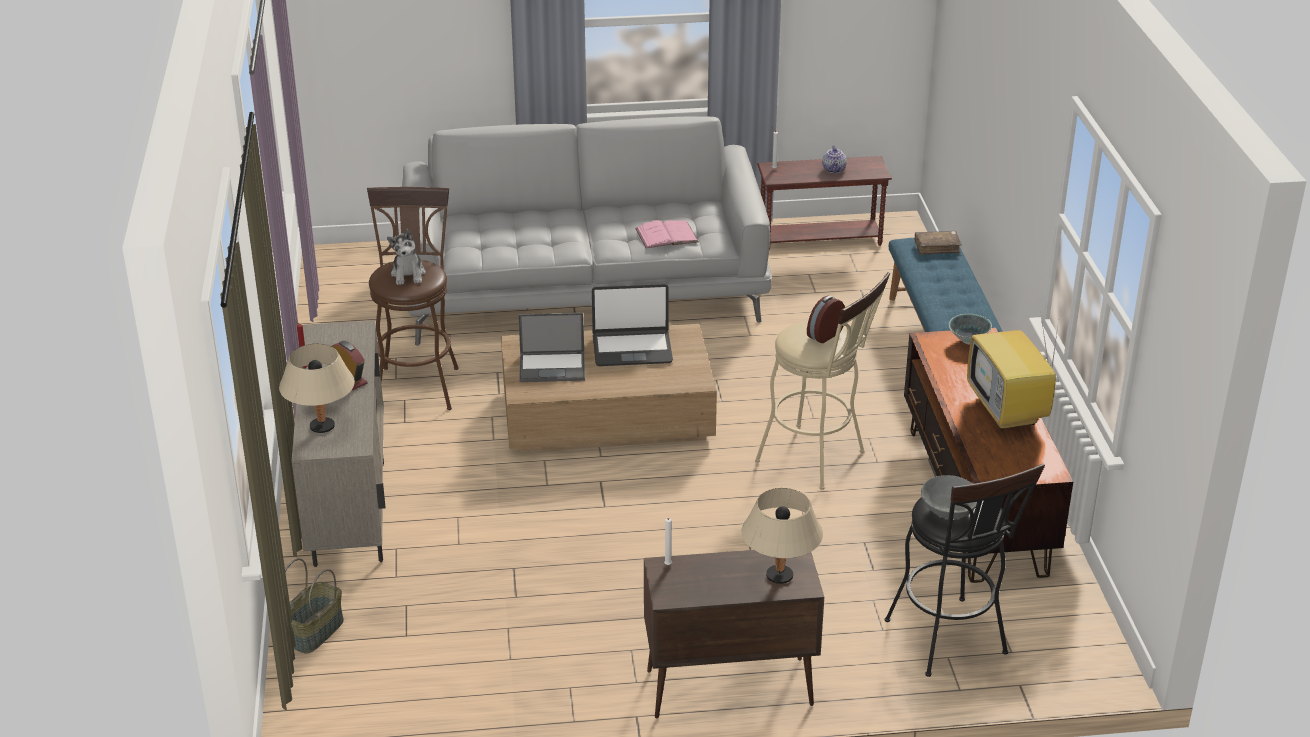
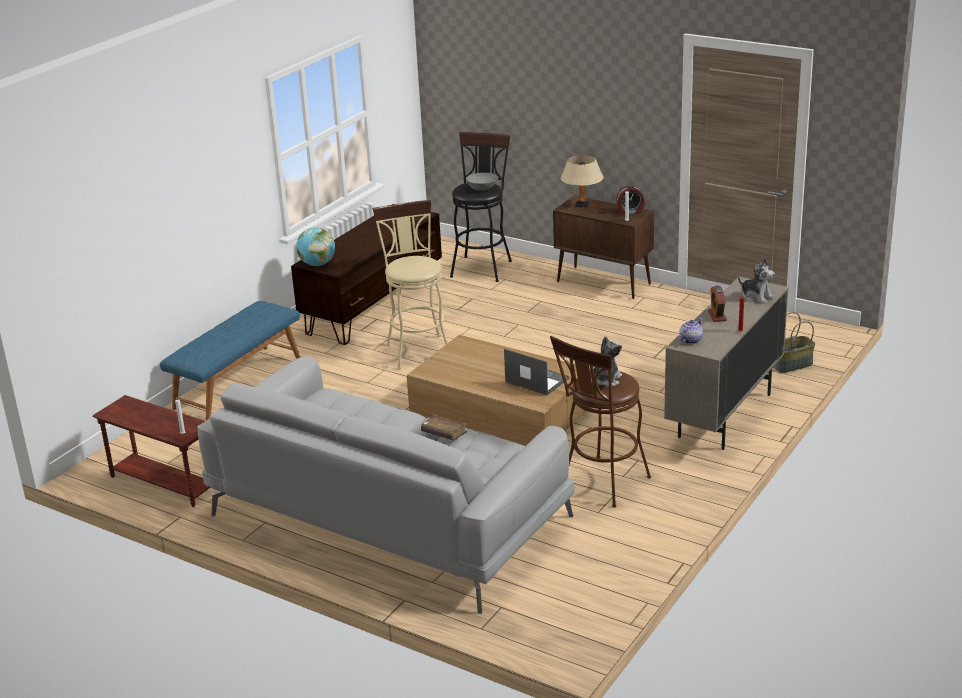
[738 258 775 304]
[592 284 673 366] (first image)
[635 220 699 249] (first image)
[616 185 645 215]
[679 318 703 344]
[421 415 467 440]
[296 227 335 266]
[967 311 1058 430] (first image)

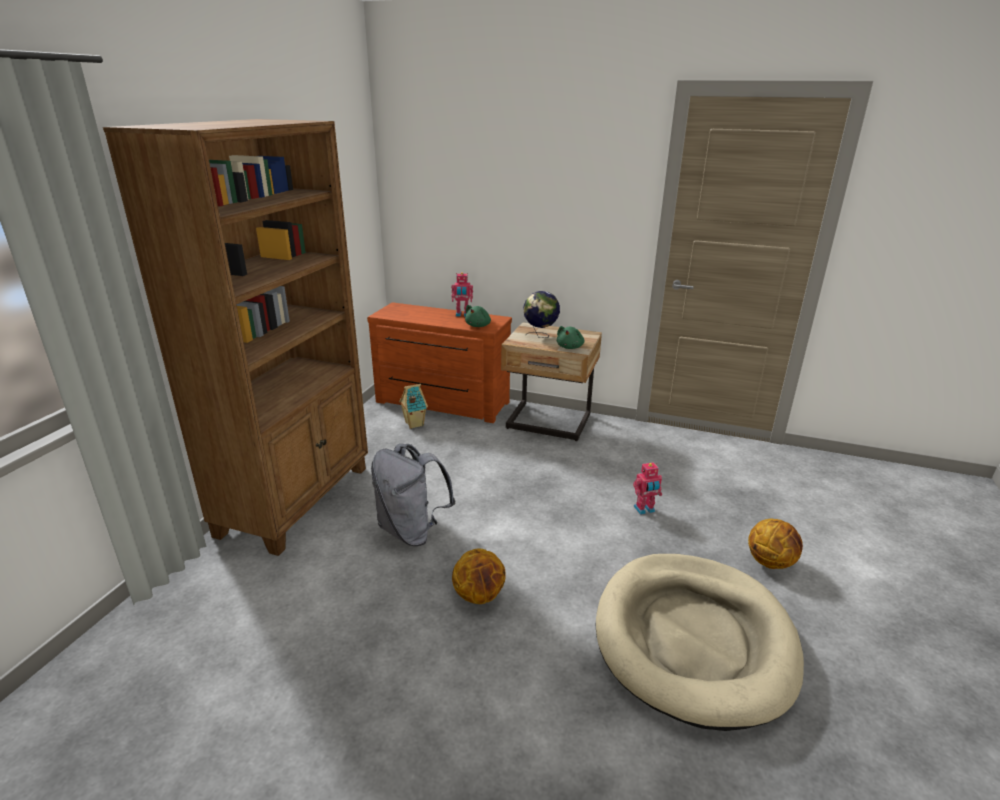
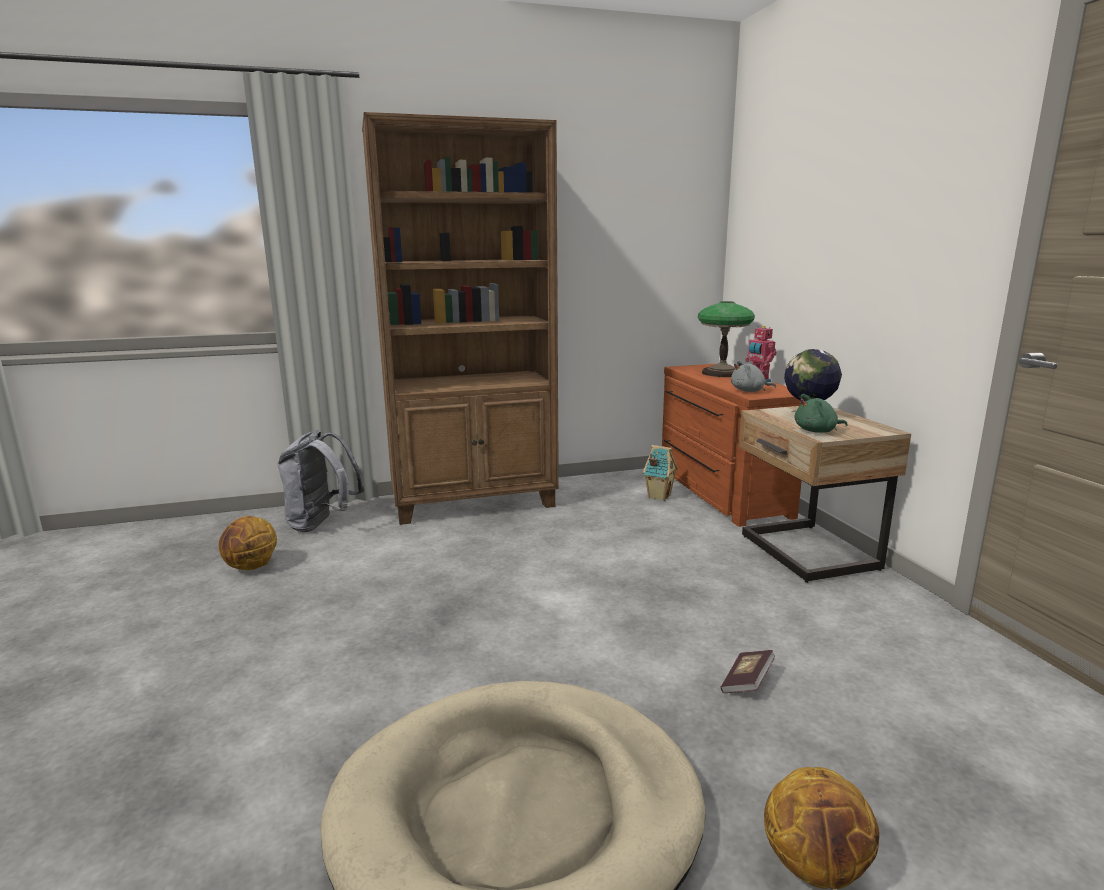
[277 430 364 532]
[219 516 277 570]
[731 360 776 392]
[721 650 775 693]
[698 301 755 377]

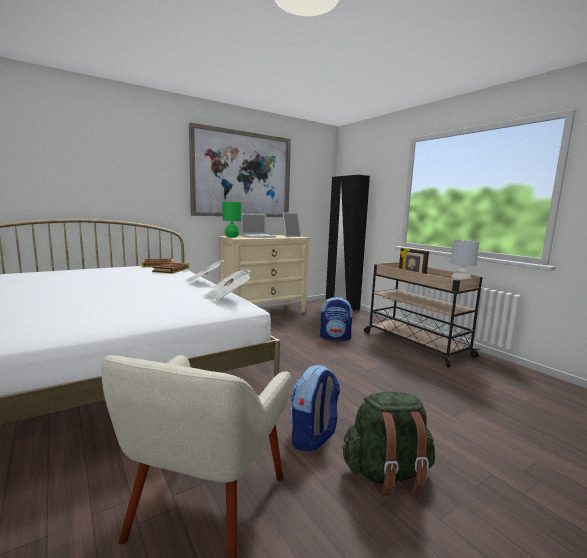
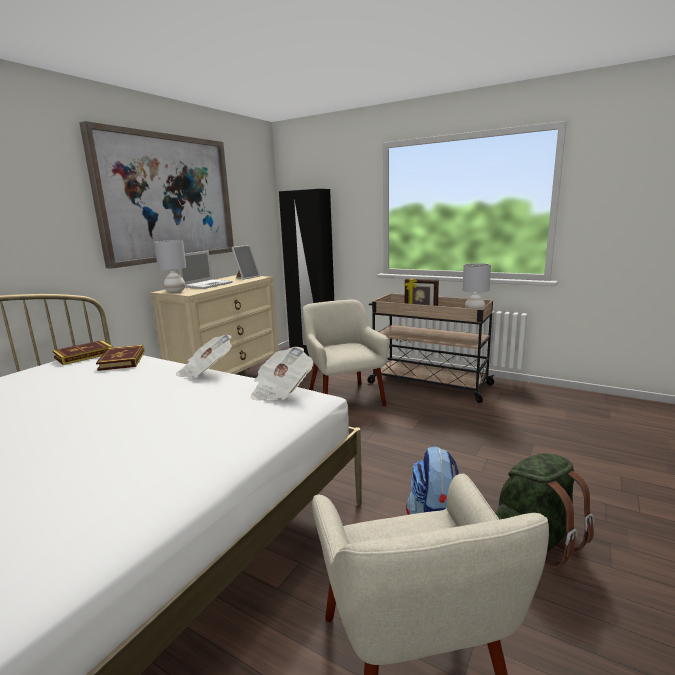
[154 240 186 293]
[303 299 389 406]

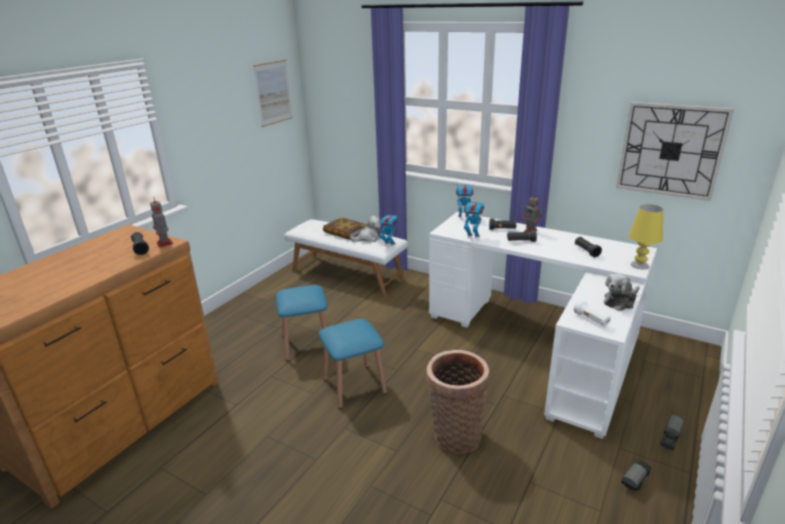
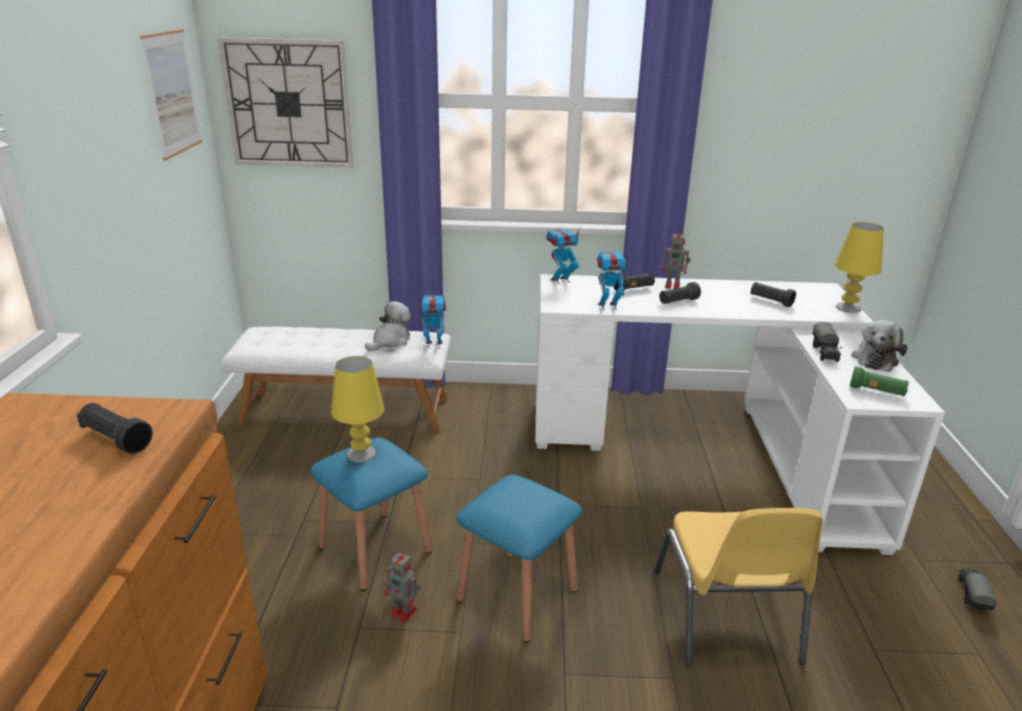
[384 550 421 623]
[323 217 367 240] (first image)
[654 508 823 666]
[850 366 909 396]
[218 37 353 168]
[812 322 842 362]
[331 356 384 463]

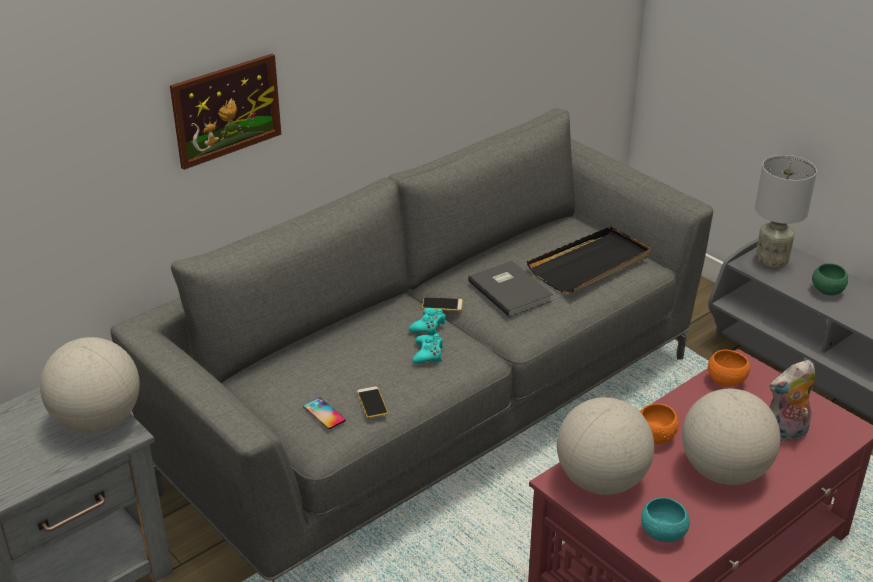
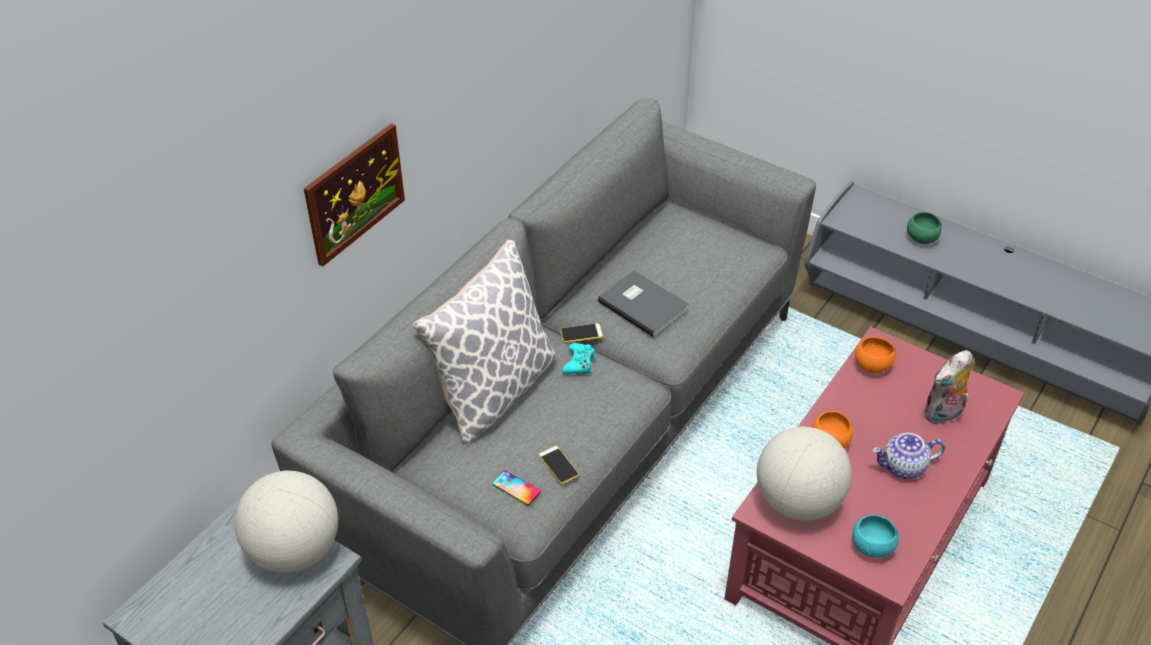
[412 334 444 364] (first image)
[527 226 651 293] (first image)
[873 433 945 479]
[755 155 817 270] (first image)
[412 240 556 444]

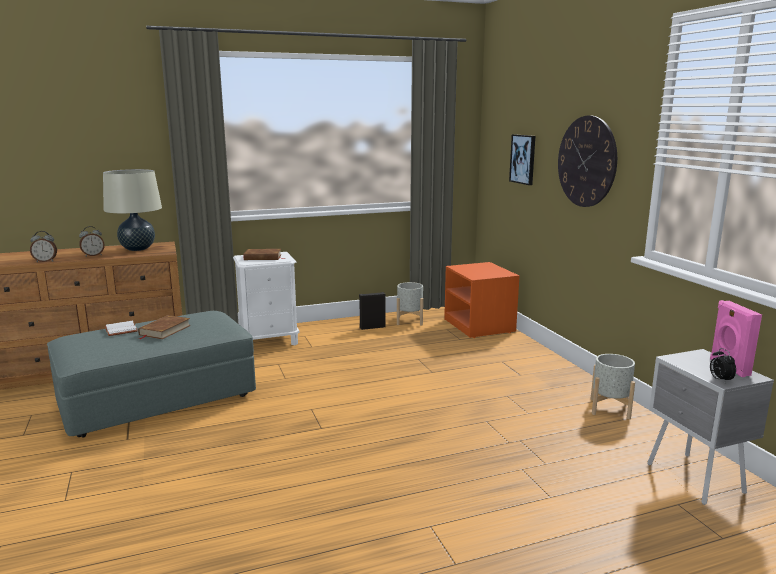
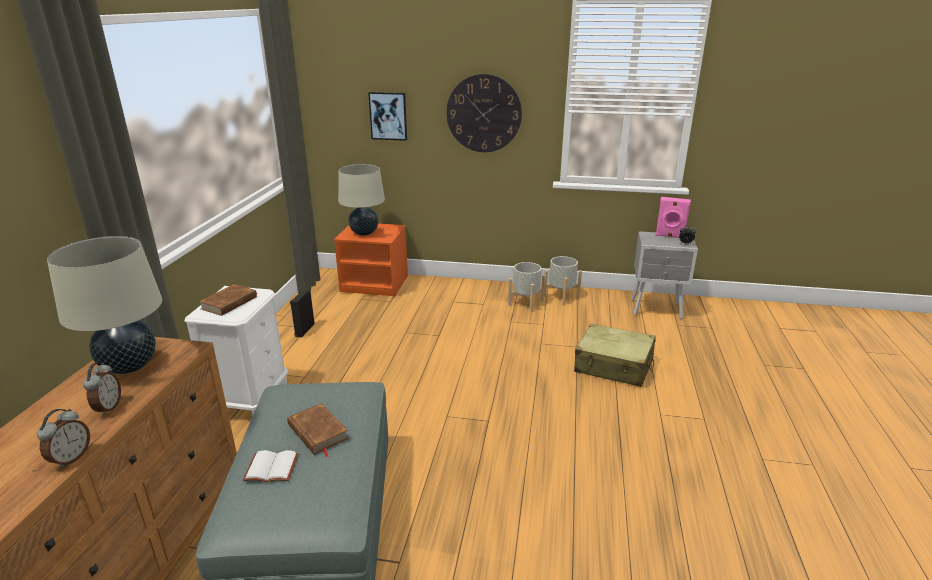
[508 262 545 312]
[338 164 385 236]
[574 324 656 387]

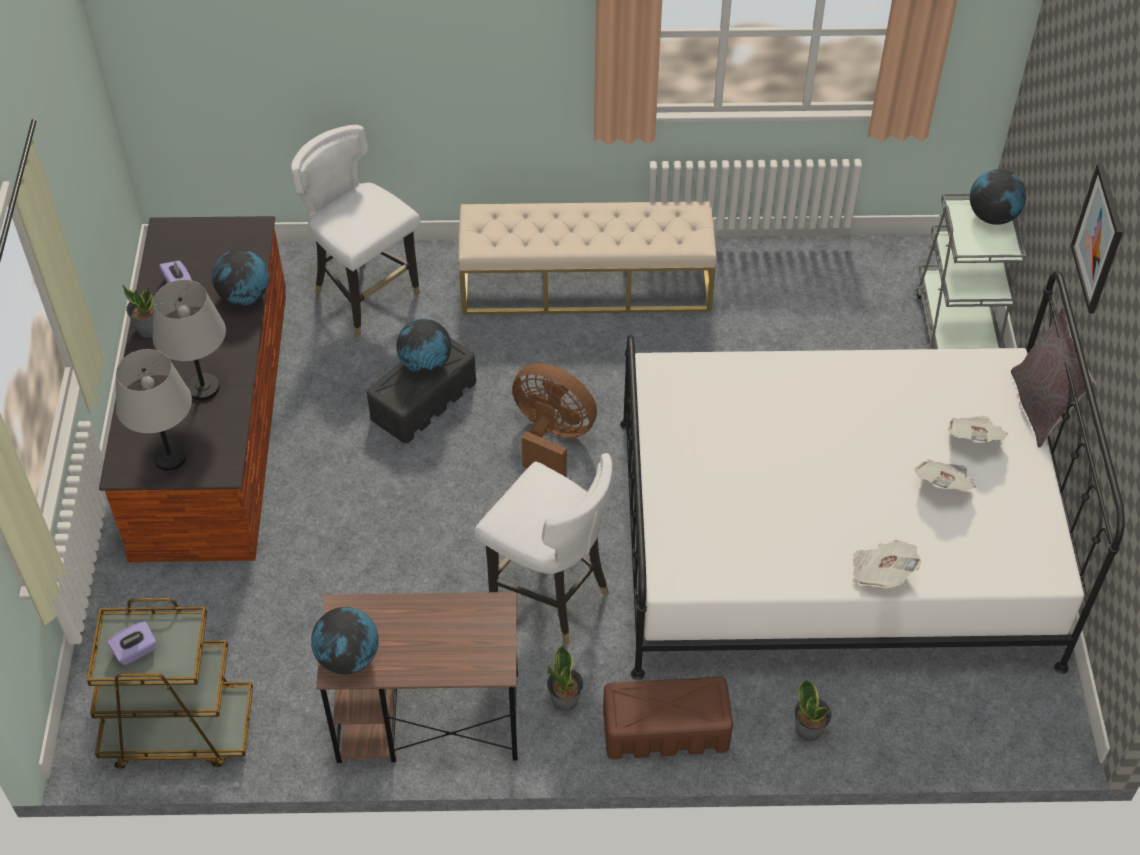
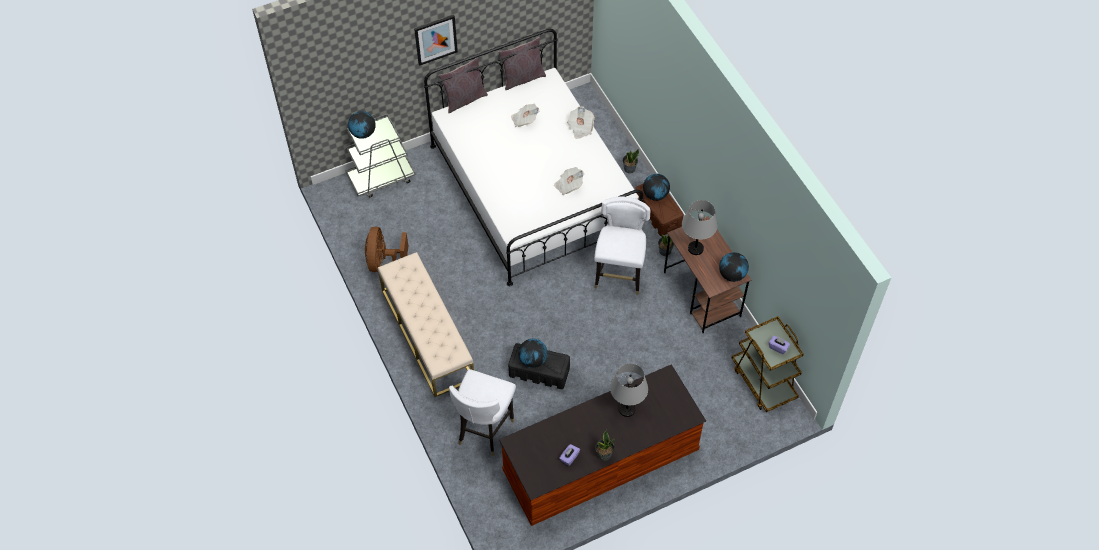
[682 200 717 255]
[643 174 670 201]
[365 227 409 272]
[554 167 584 195]
[498 37 546 90]

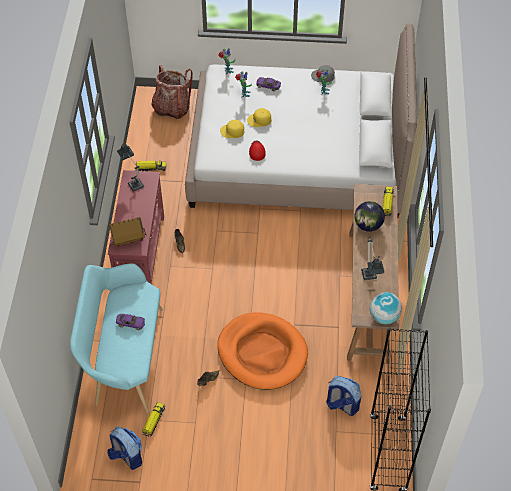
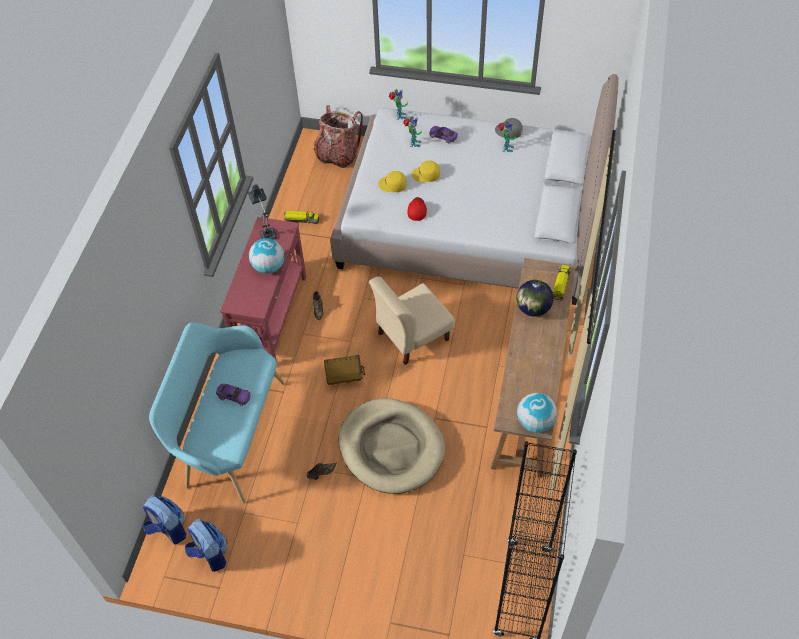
[324 355 366 385]
[142 402 165 437] (first image)
[338 398 445 494]
[143 495 186 545]
[361 237 384 280] (first image)
[249 238 284 274]
[369 277 455 365]

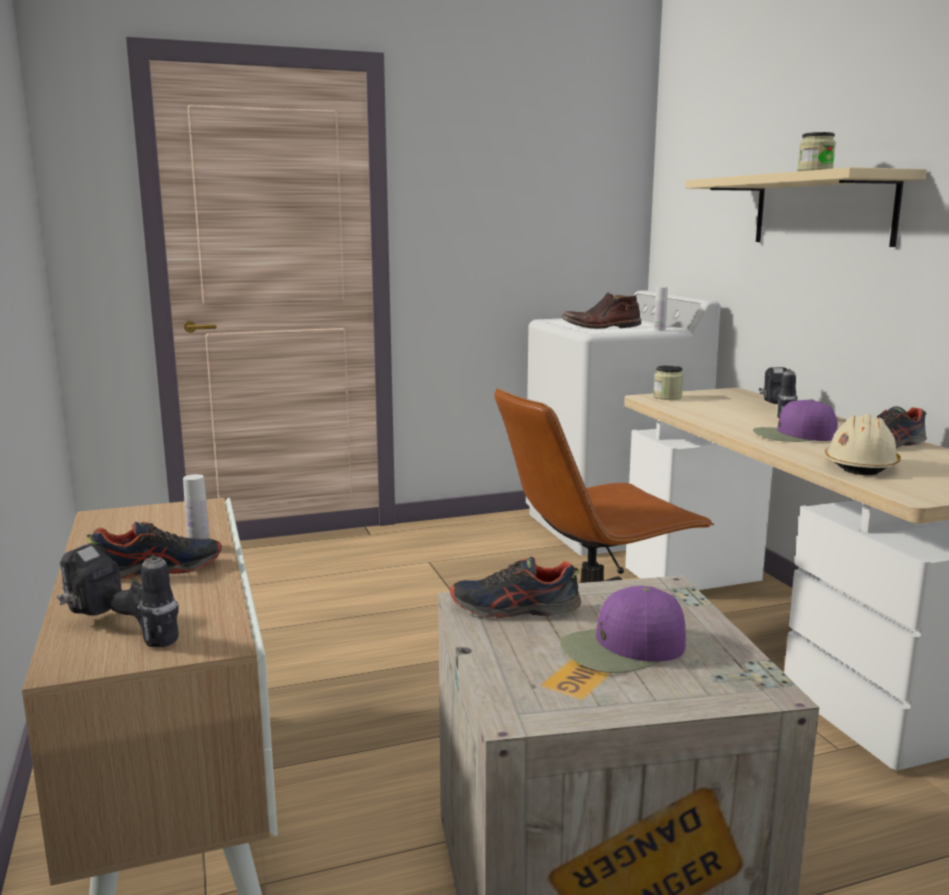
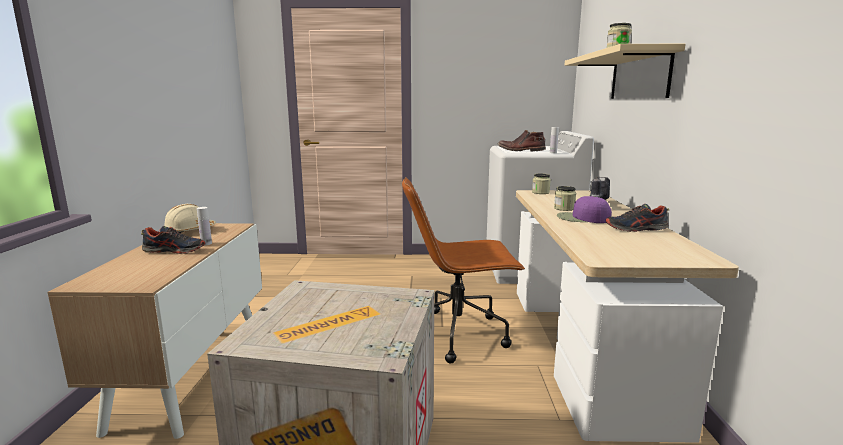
[57 543 179 647] (first image)
[450 556 581 618] (first image)
[560 586 686 673] (first image)
[164 204 216 233]
[554 186 576 211]

